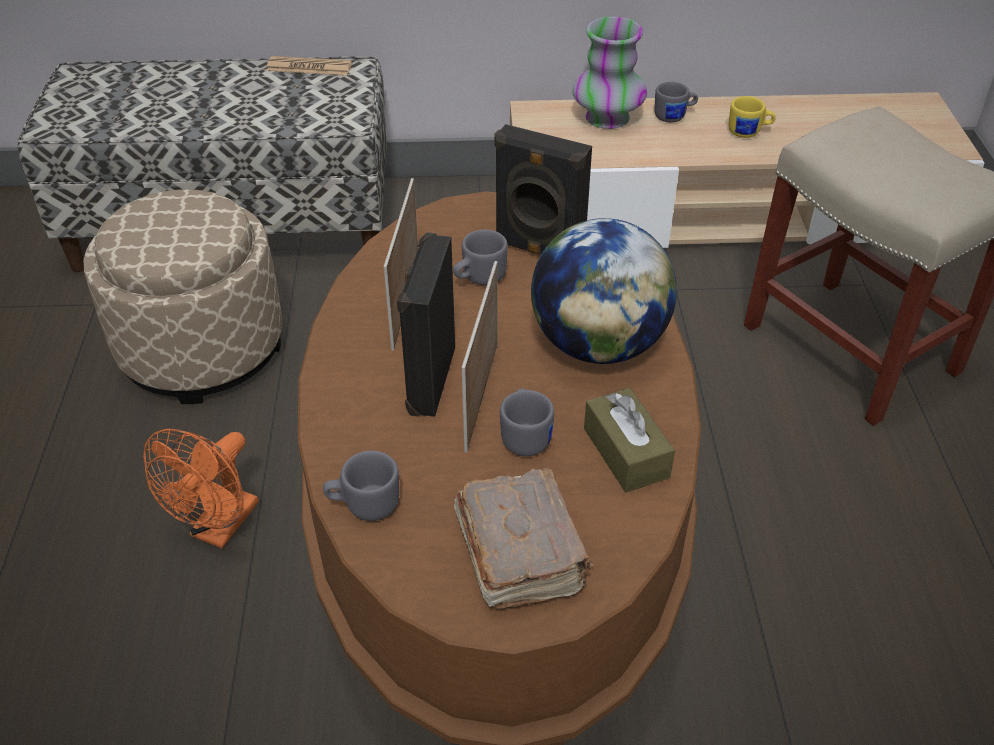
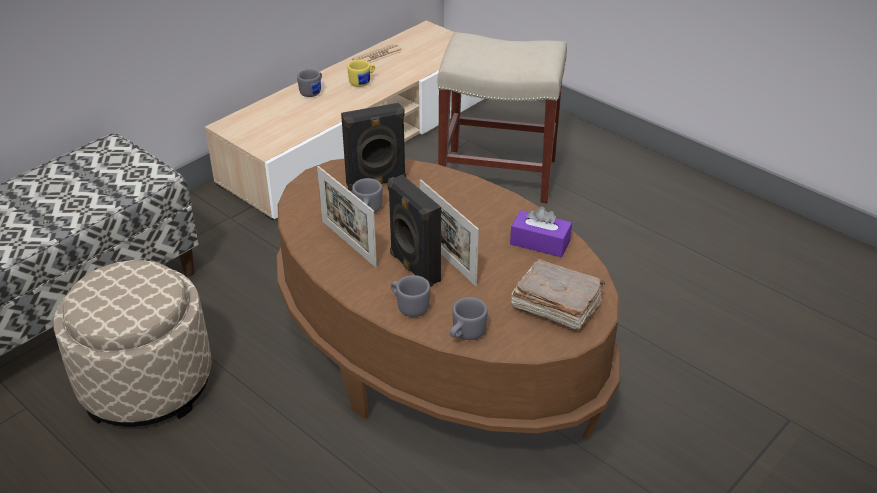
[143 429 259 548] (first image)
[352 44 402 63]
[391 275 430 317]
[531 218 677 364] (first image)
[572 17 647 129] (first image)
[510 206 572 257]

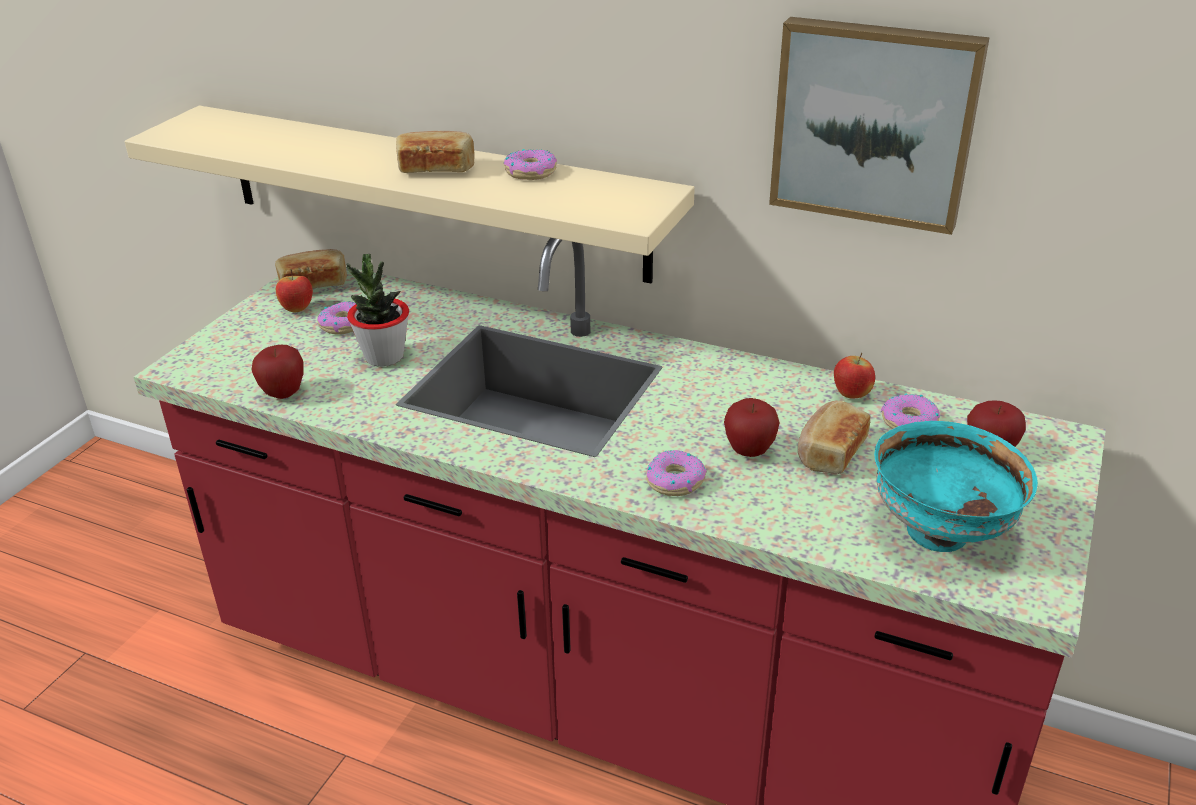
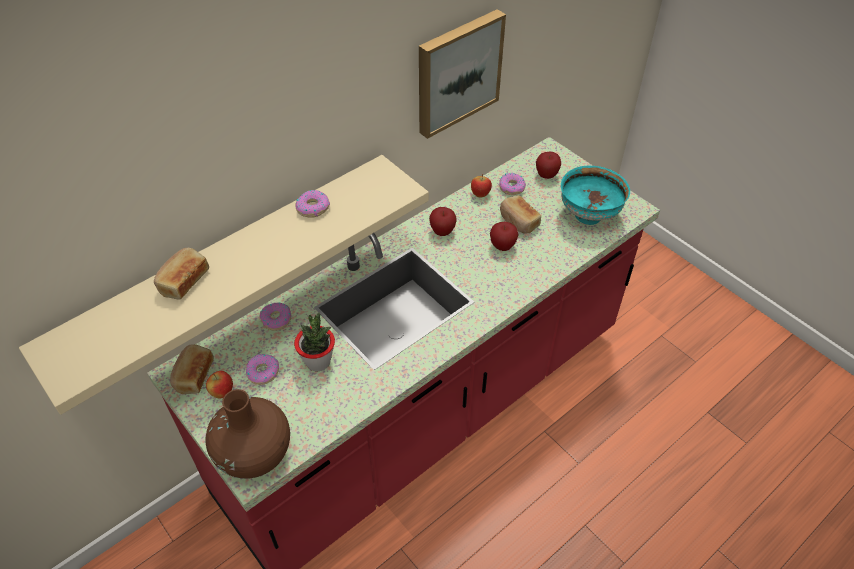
[429 207 456 236]
[154 248 209 300]
[260 302 292 331]
[206 389 290 479]

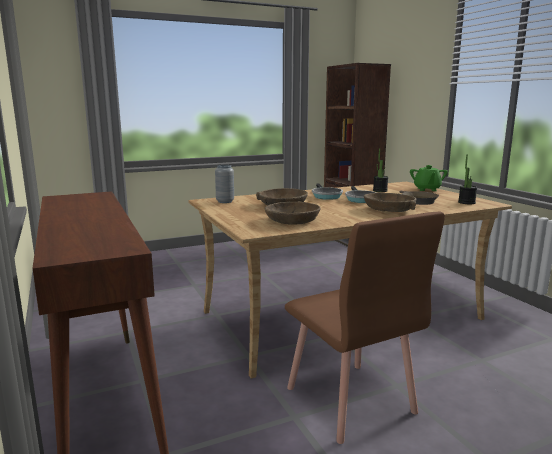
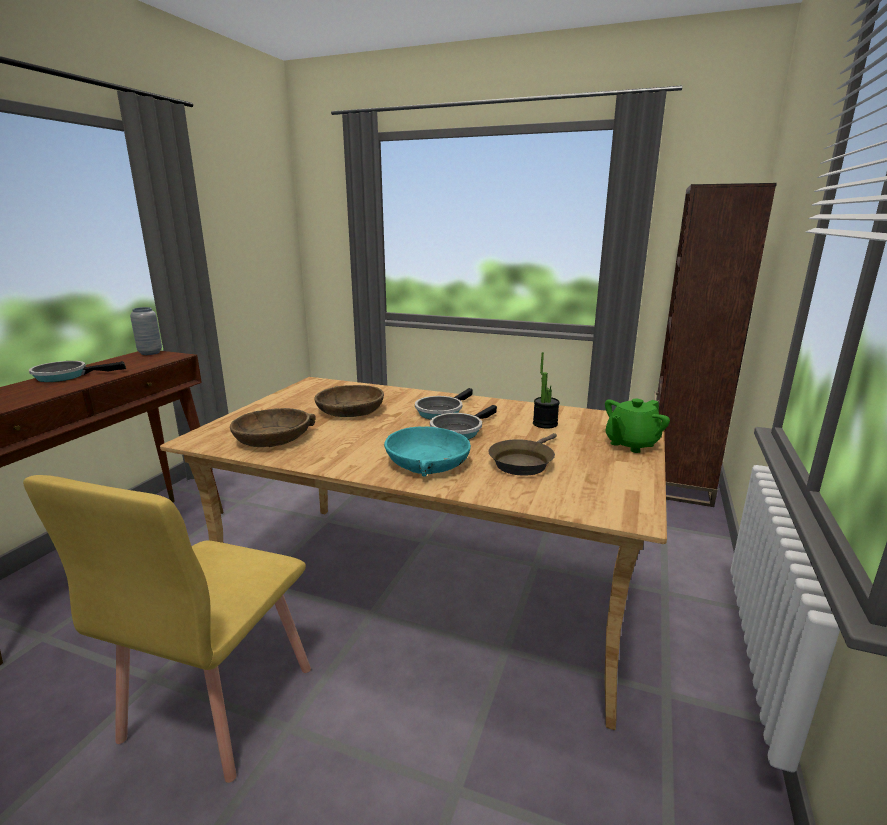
[130 307 162 355]
[23 475 311 783]
[384 427 471 477]
[458 154 477 204] (first image)
[29 361 126 382]

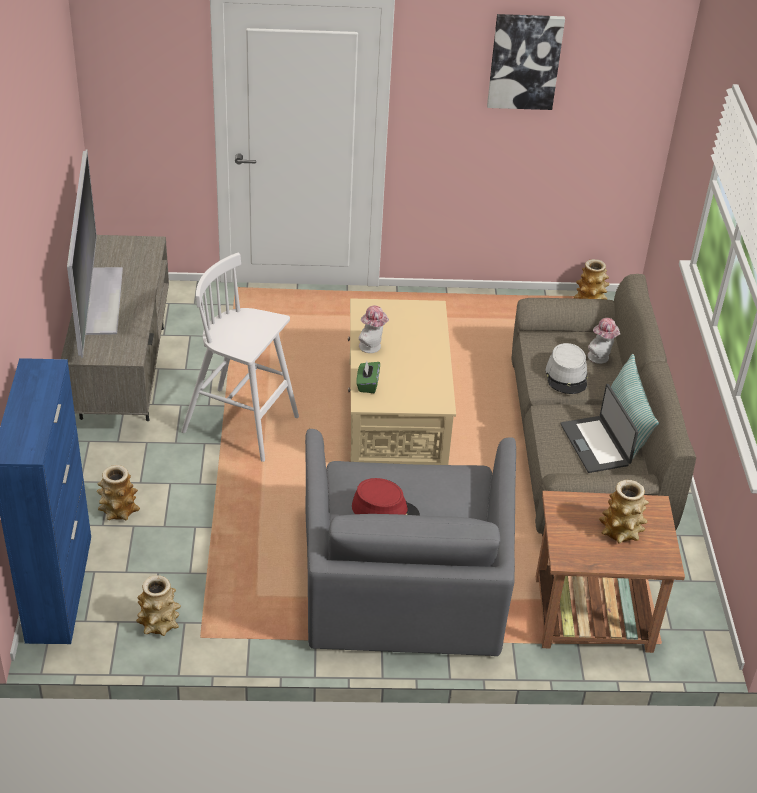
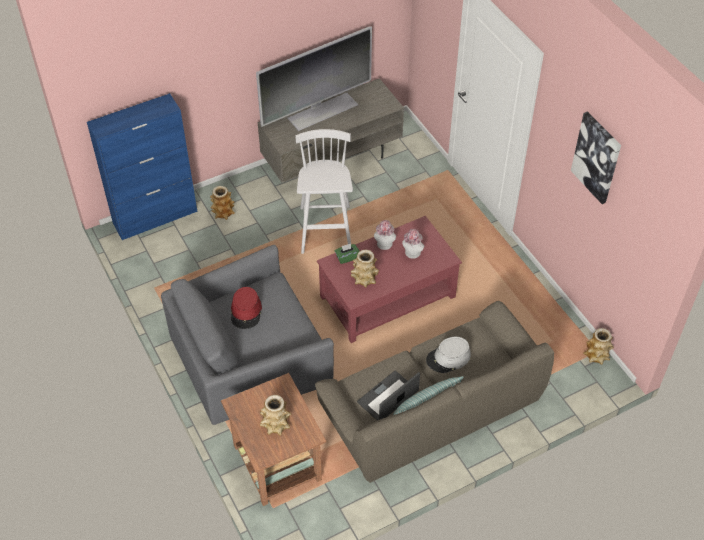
[351 250 379 288]
[317 216 462 343]
[402 229 424 259]

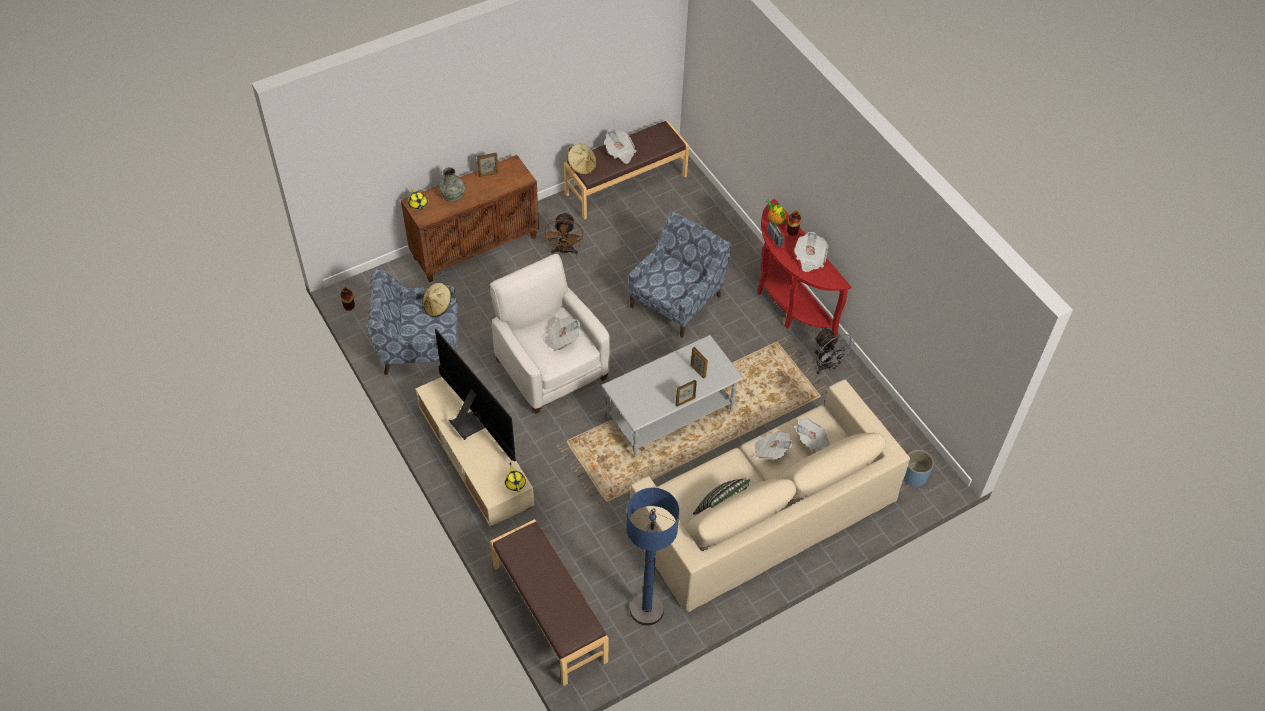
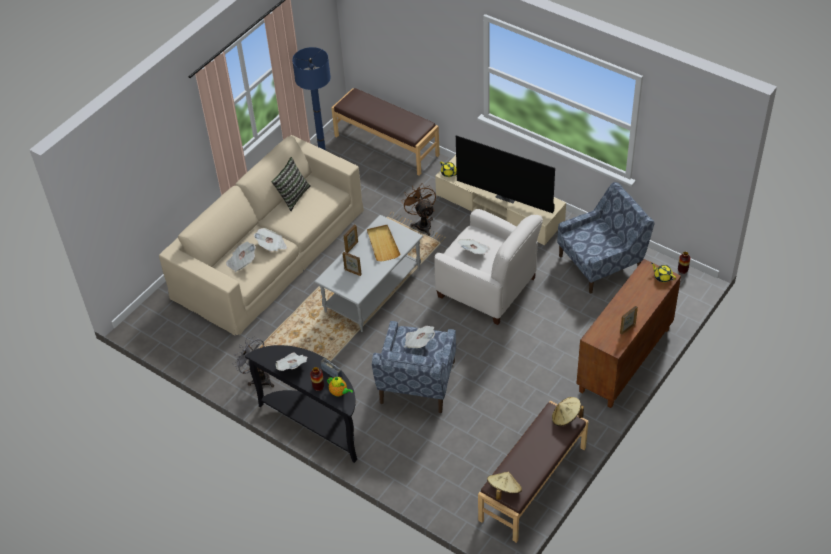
[487 472 522 500]
[439 167 465 202] (first image)
[401 183 436 236]
[404 326 435 348]
[245 345 357 463]
[903 450 934 487] (first image)
[367 225 400 261]

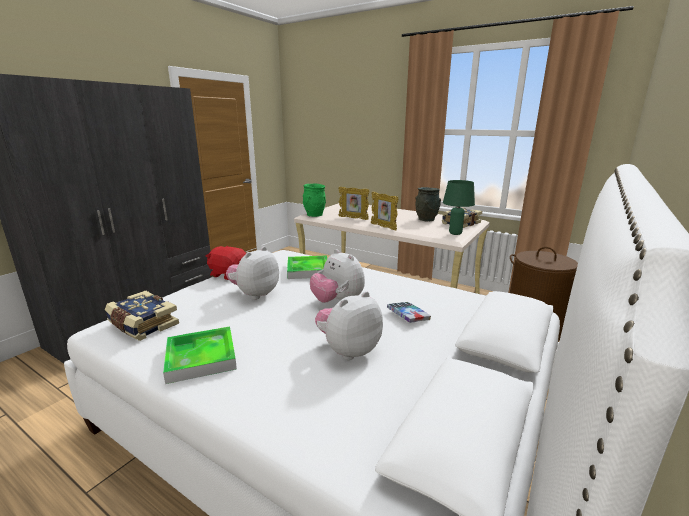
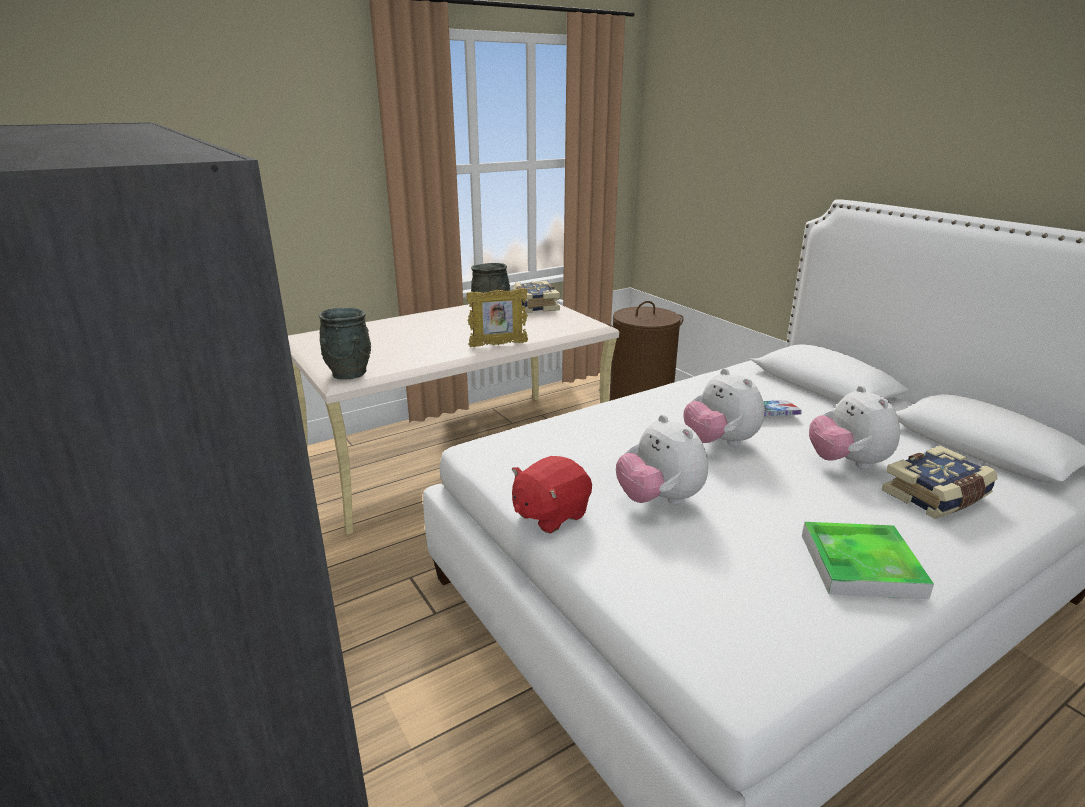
[881 446 998 519]
[287 255 327 279] (first image)
[318 308 371 380]
[683 368 765 446]
[338 187 369 220] (first image)
[443 180 475 235] (first image)

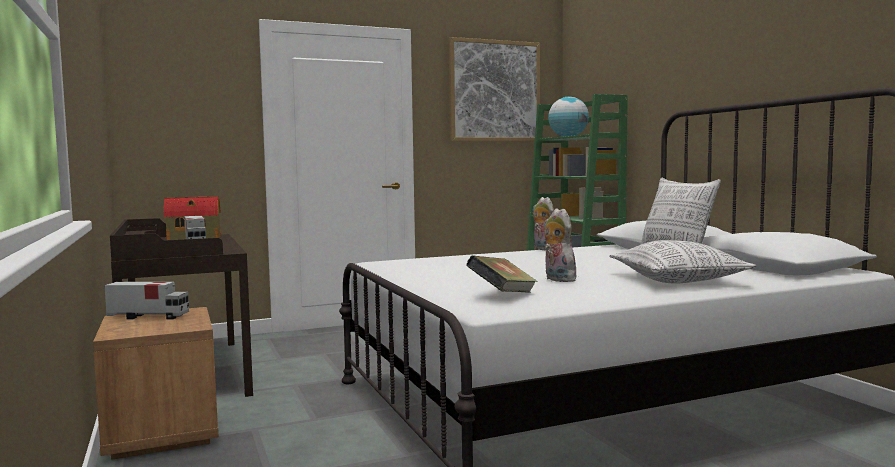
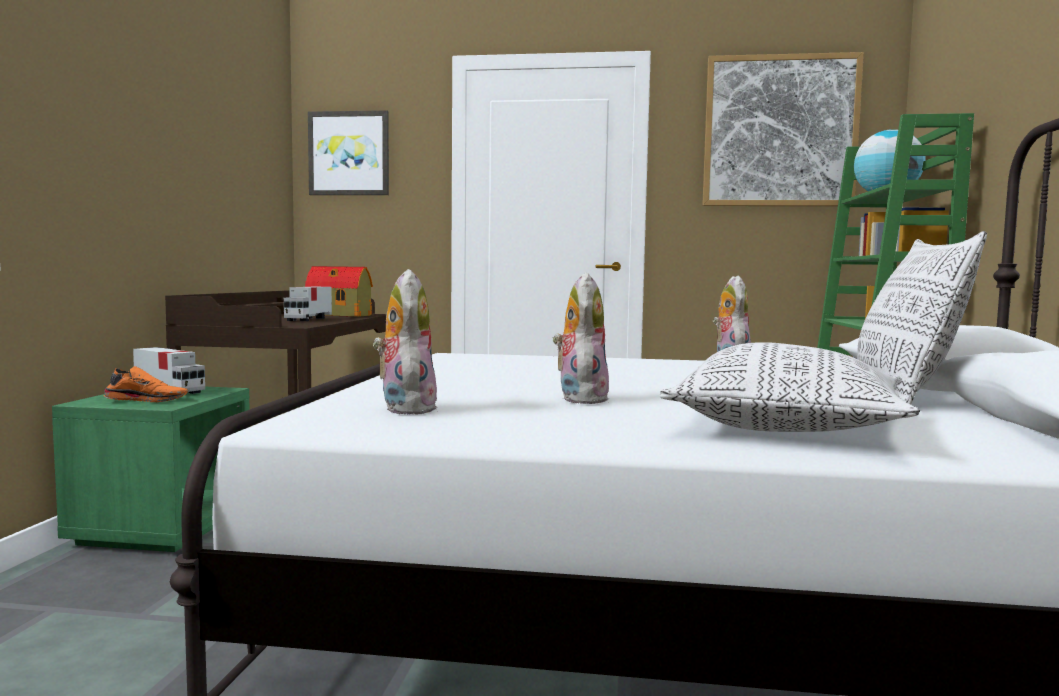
[52 387 250 552]
[373 269 438 415]
[103 366 188 402]
[308 110 389 195]

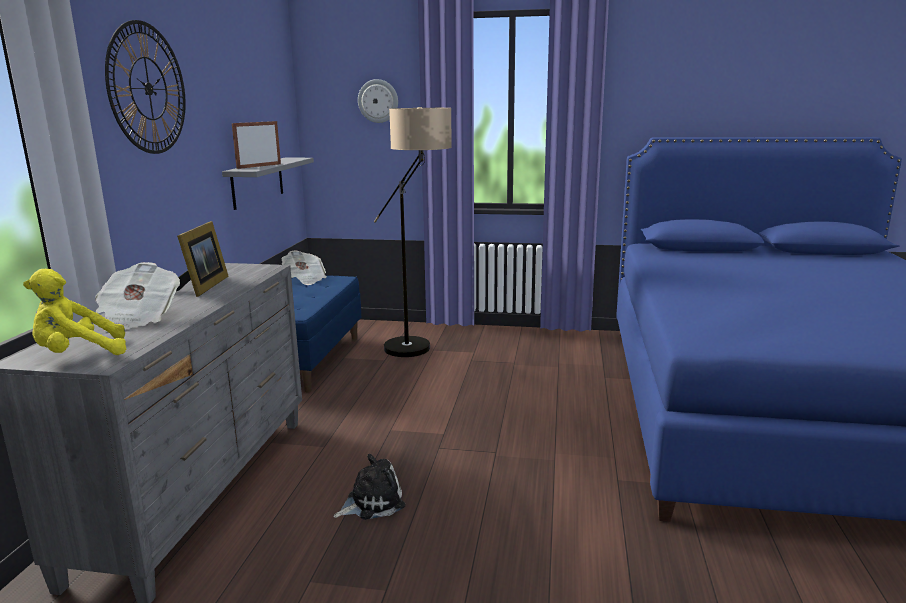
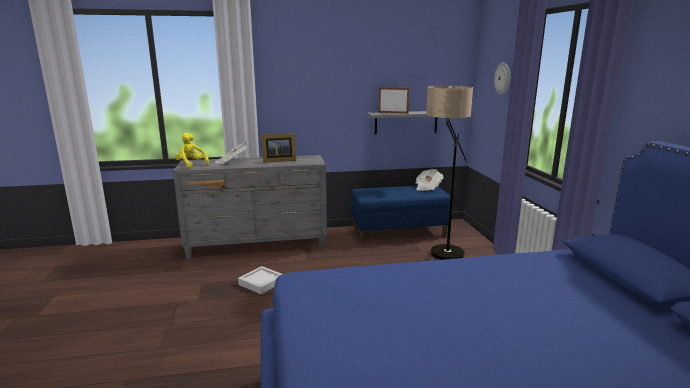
[105 20 186 154] (first image)
[238 266 282 294]

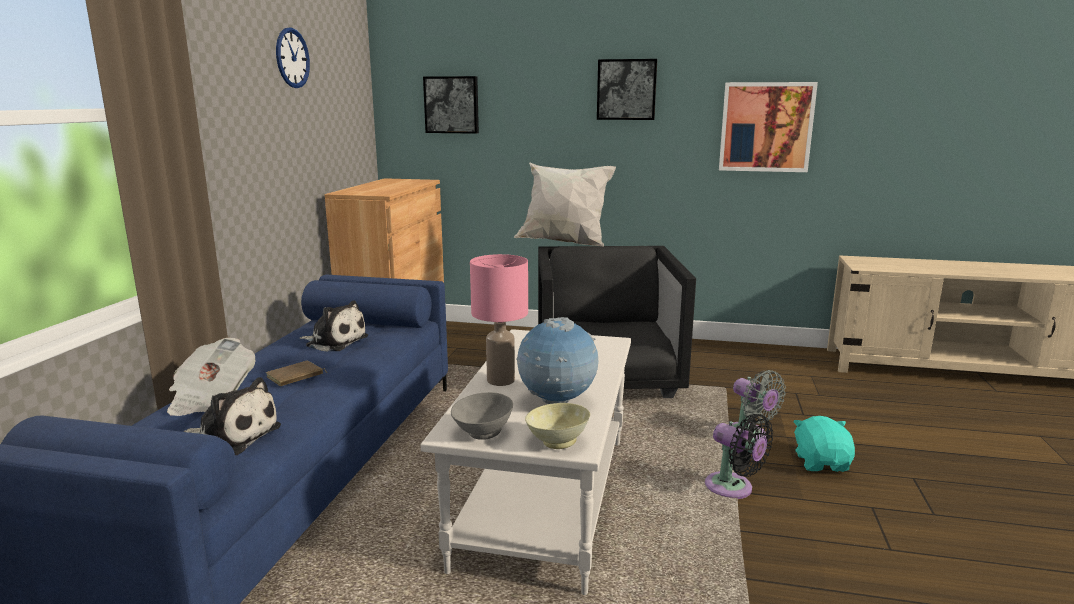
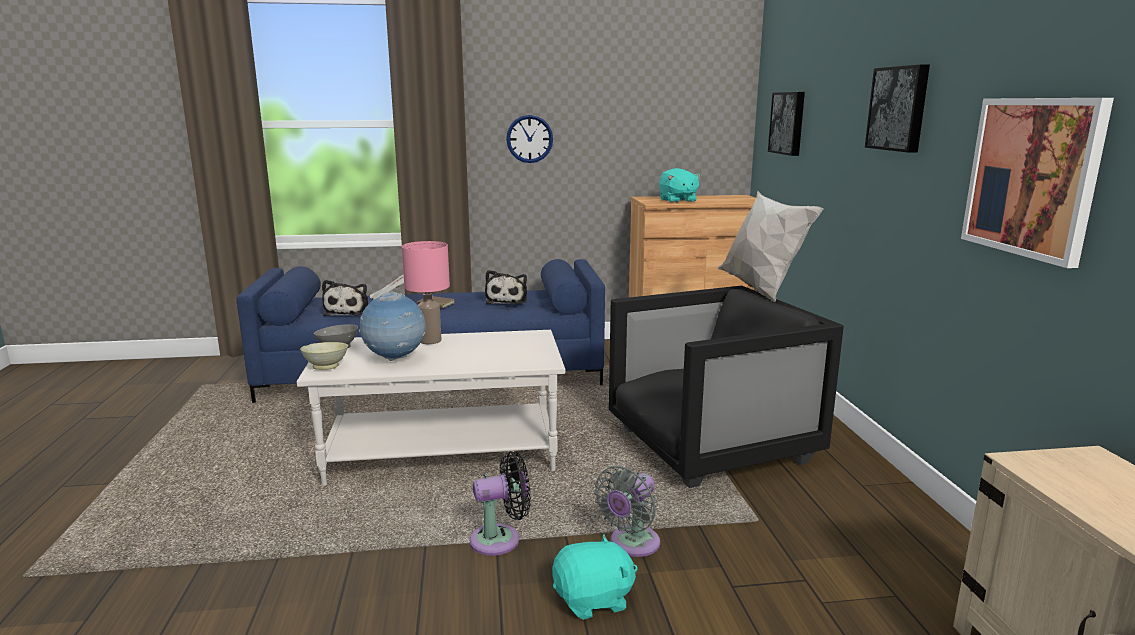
[506 115 553 163]
[470 451 531 556]
[659 168 701 203]

